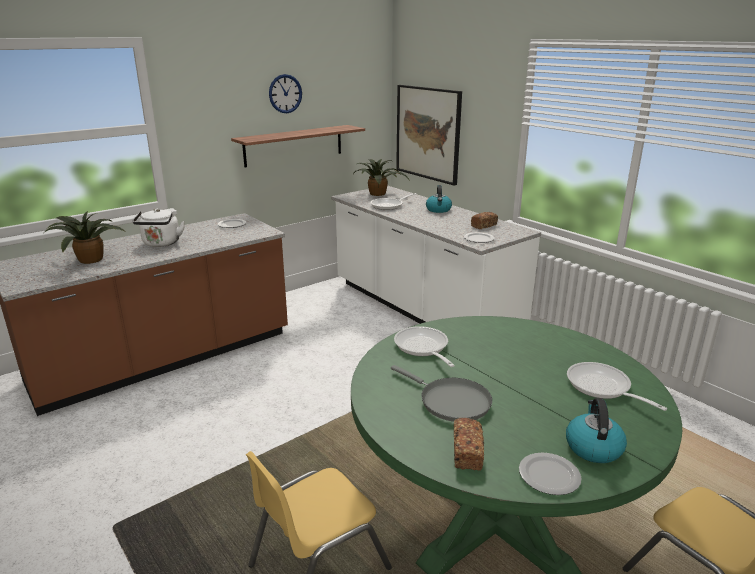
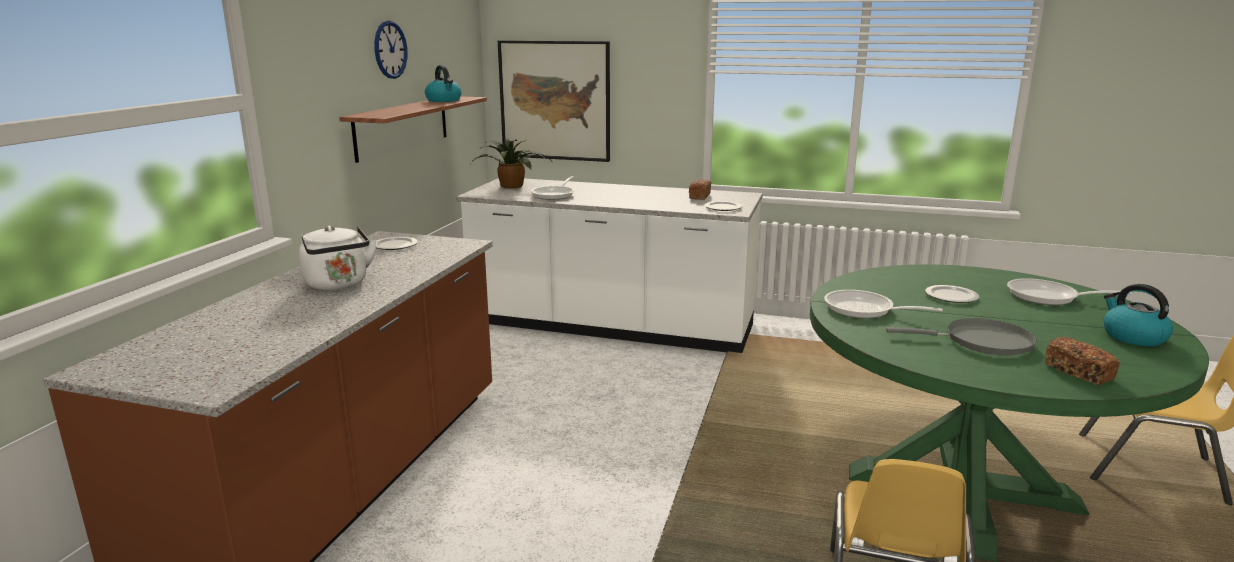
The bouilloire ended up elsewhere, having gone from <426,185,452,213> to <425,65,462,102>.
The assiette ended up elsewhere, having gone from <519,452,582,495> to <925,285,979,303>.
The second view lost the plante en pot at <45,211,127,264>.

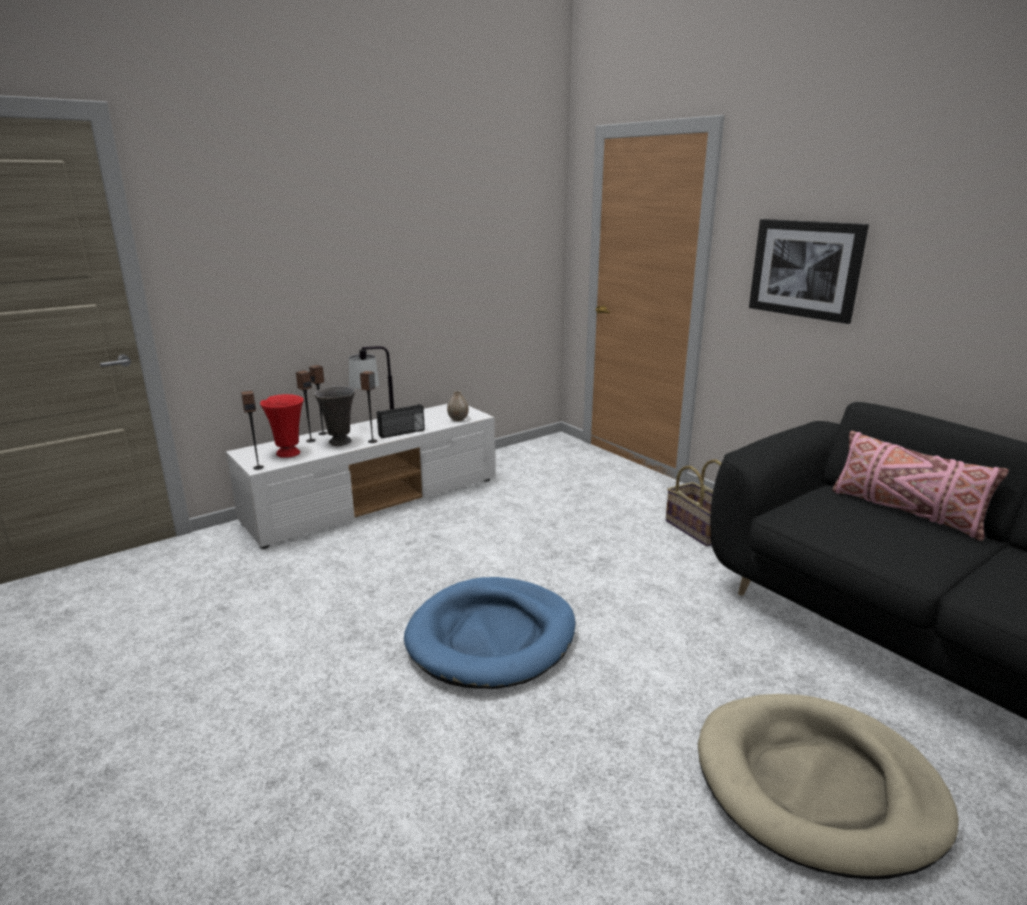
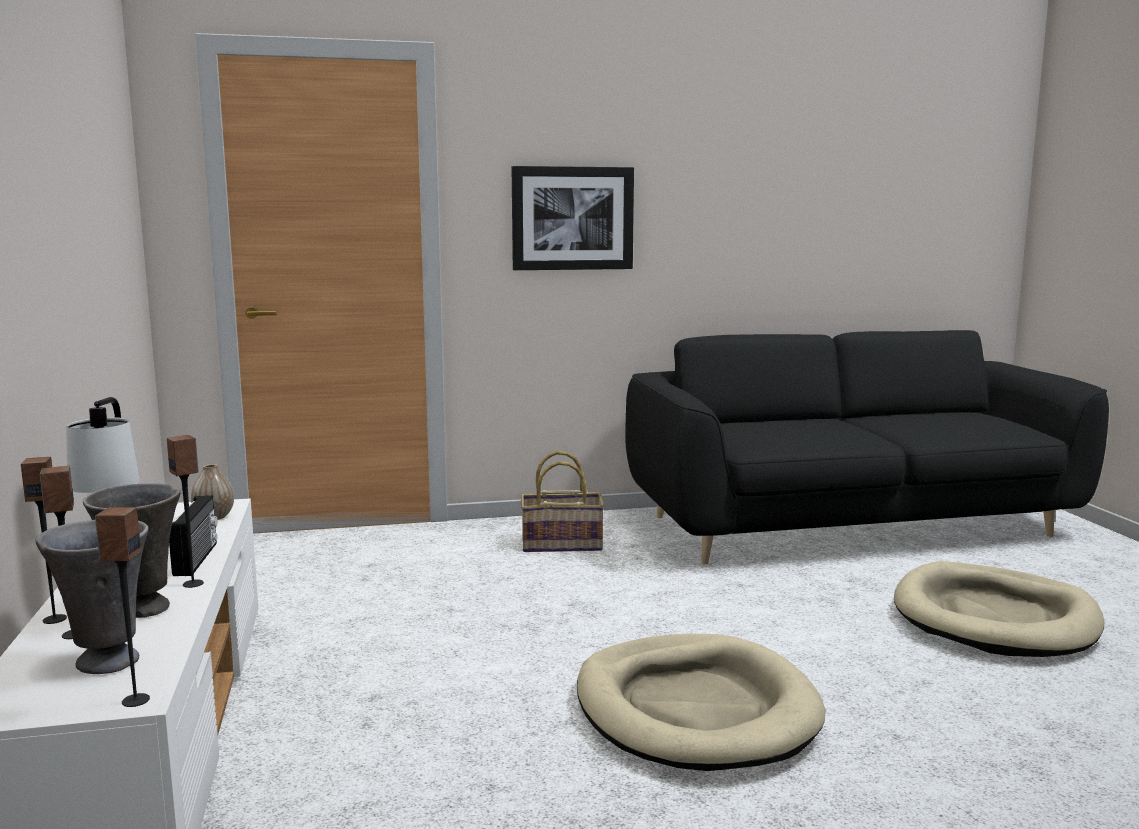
What was the vase/rouge at <260,394,304,458> turned into the vase/gris at <35,520,149,674>.
What was the panier pour chien/bleu at <404,577,576,689> turned into the panier pour chien/beige at <577,634,826,771>.
The second view lost the coussin/rose at <833,431,1009,541>.

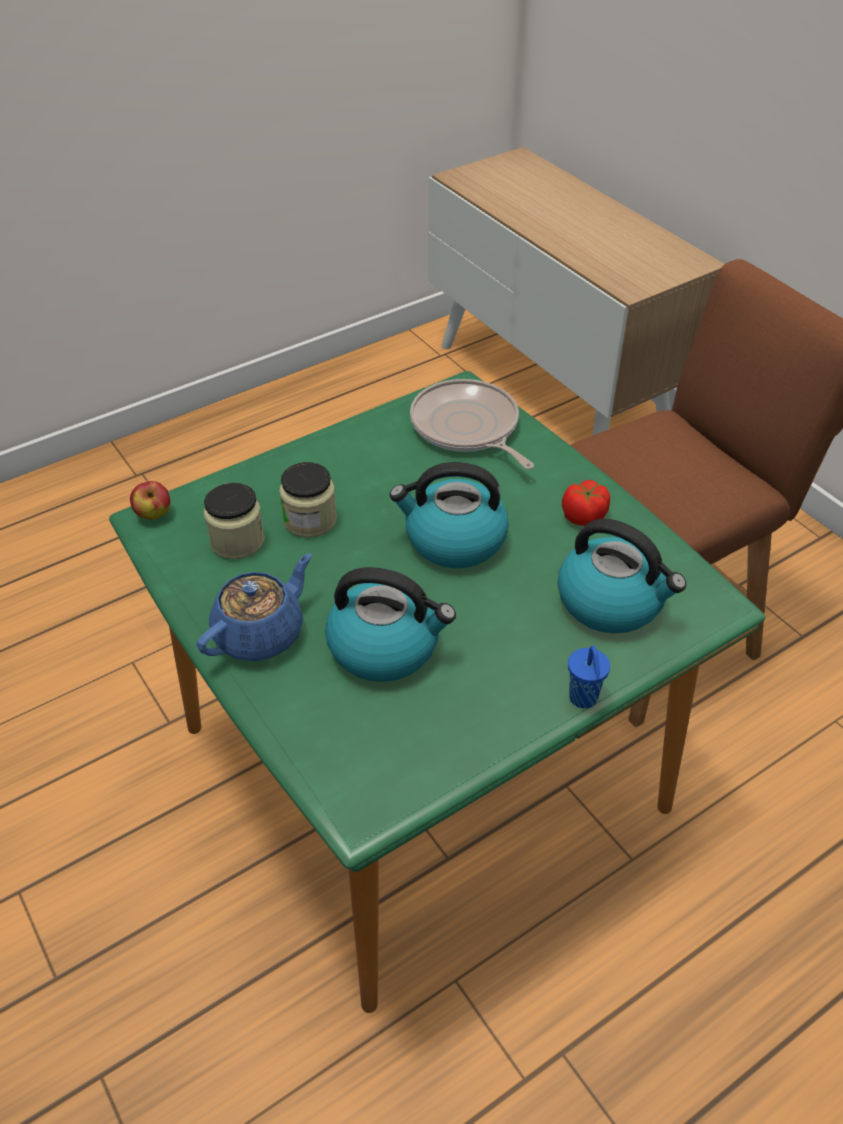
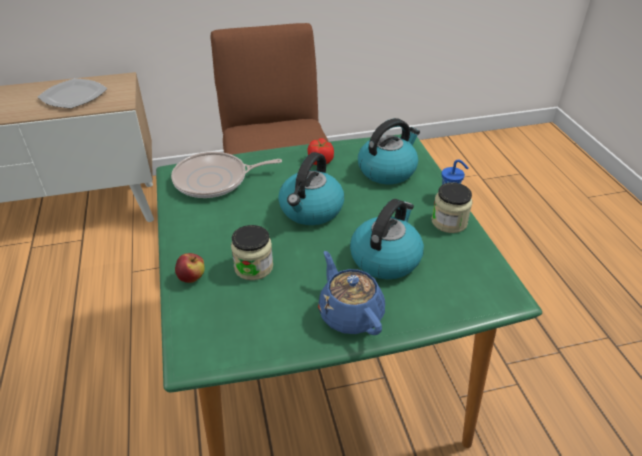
The second view gained the assiette at <38,78,108,109>.
The pomme ended up elsewhere, having gone from <130,481,170,520> to <175,253,205,283>.
The bocal ended up elsewhere, having gone from <204,483,265,559> to <432,182,472,233>.

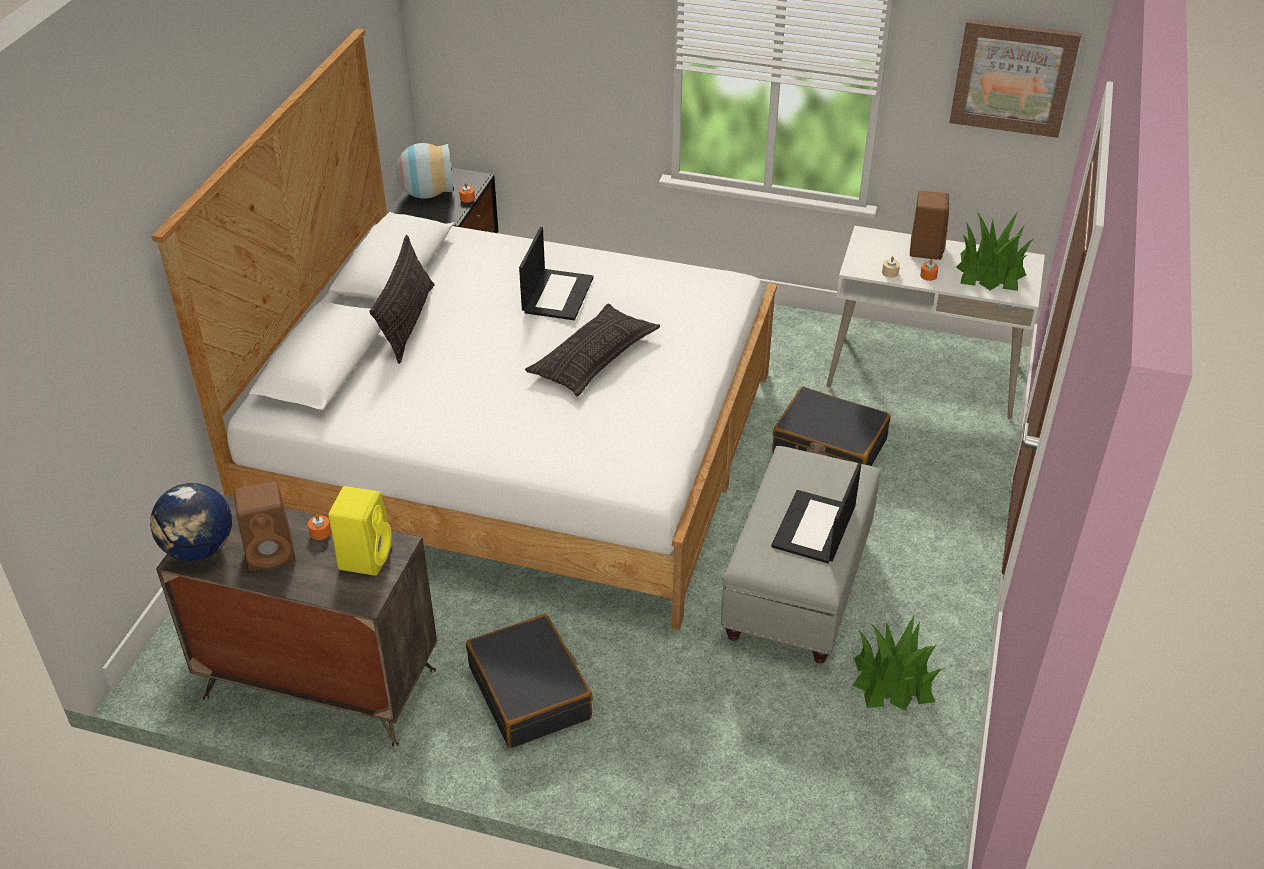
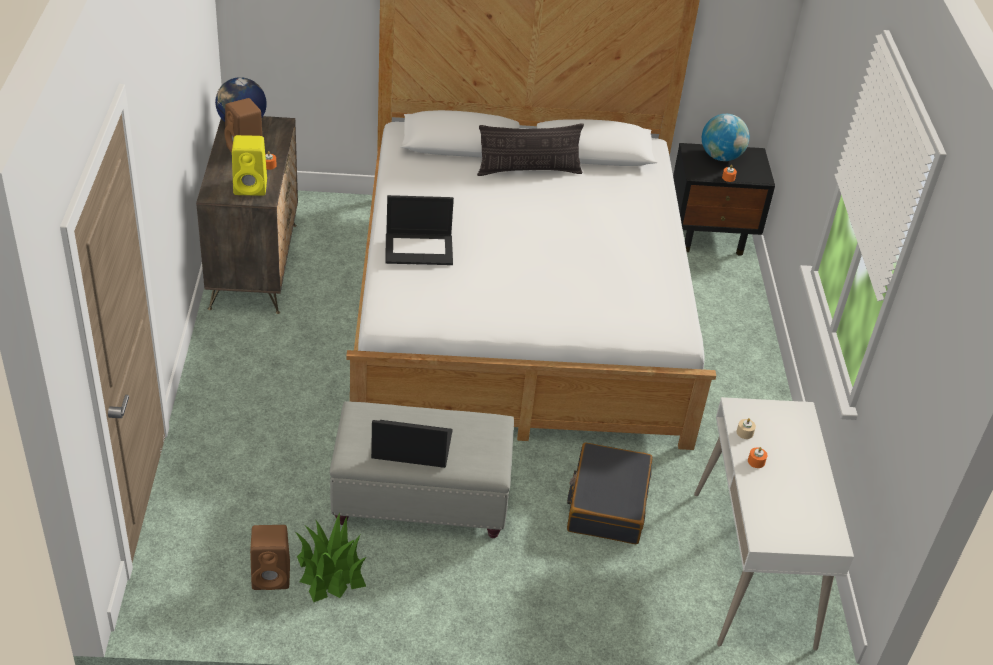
The enceinte/marron ended up elsewhere, having gone from <910,190,950,260> to <250,525,290,590>.
The ordinateur portable ended up elsewhere, having gone from <519,227,594,320> to <385,195,454,265>.
Where the vase stood at <396,143,454,199>, the globe came to stand at <702,114,749,161>.
The second view lost the valise/noir at <466,614,593,748>.
The second view lost the coussin at <525,304,660,397>.
The second view lost the tableau at <949,19,1081,138>.
The second view lost the plante en pot at <956,212,1033,291>.

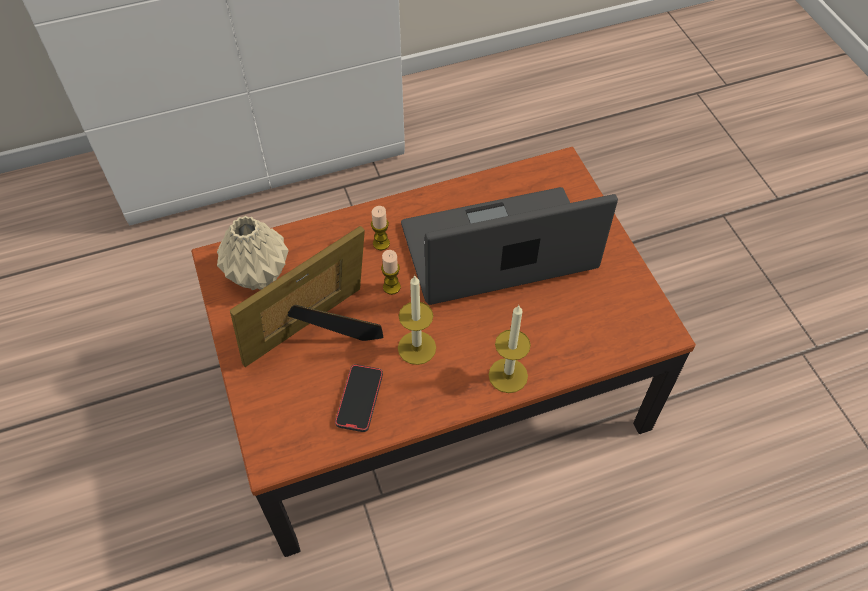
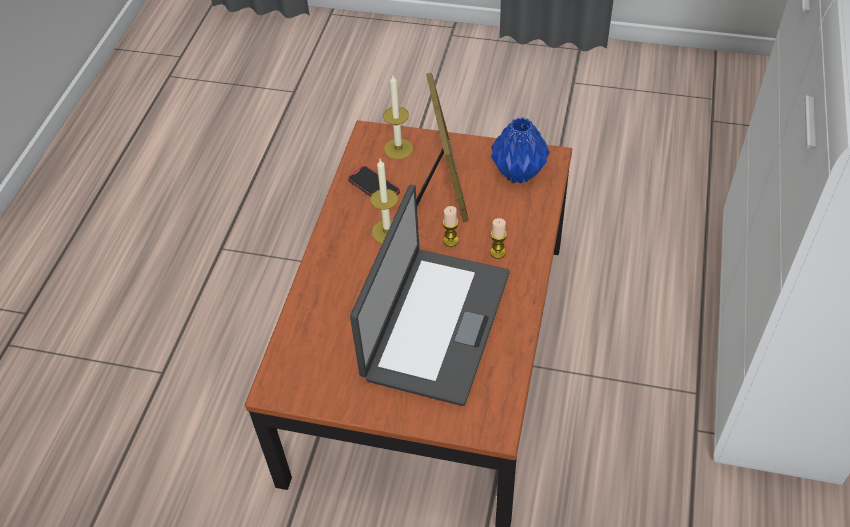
The bougie ended up elsewhere, having gone from <488,305,531,393> to <383,75,413,159>.
What was the vase/beige at <217,216,289,290> turned into the vase/bleu at <491,117,550,184>.

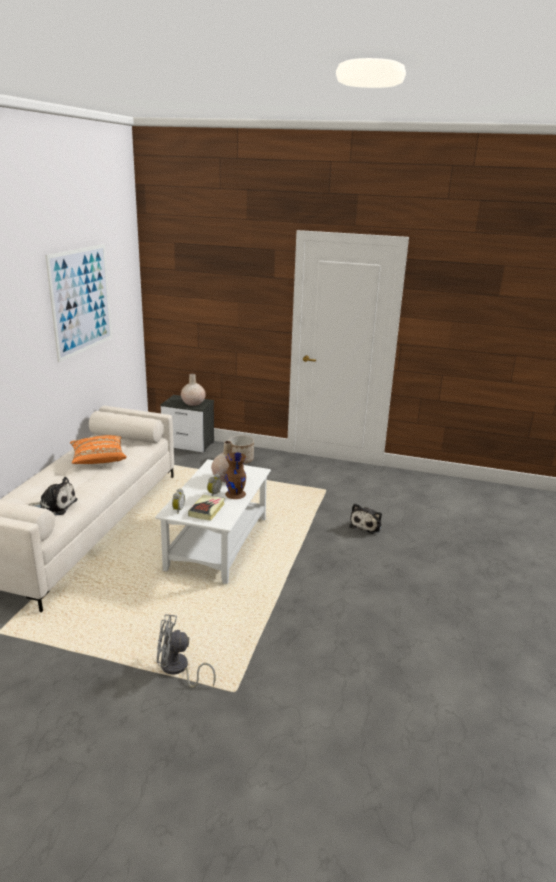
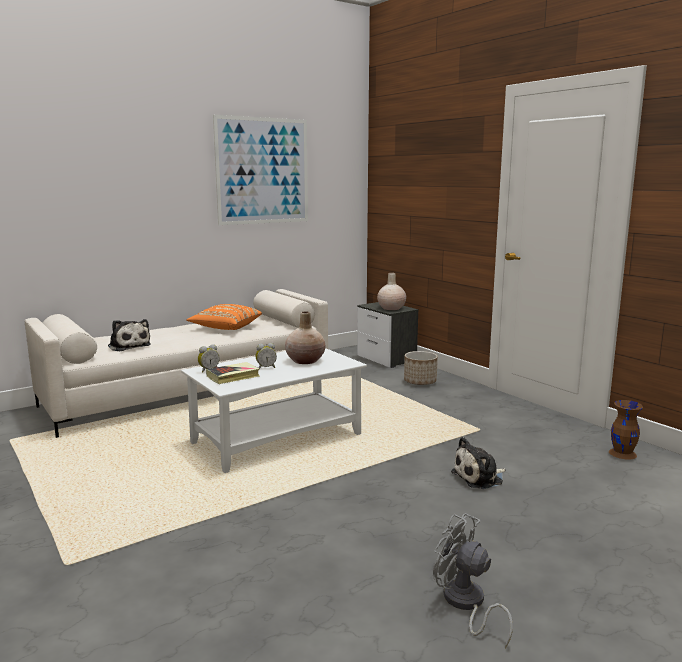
The ventilateur/gris ended up elsewhere, having gone from <157,614,216,688> to <433,513,513,648>.
The vase/marron ended up elsewhere, having gone from <225,452,246,499> to <609,400,643,460>.

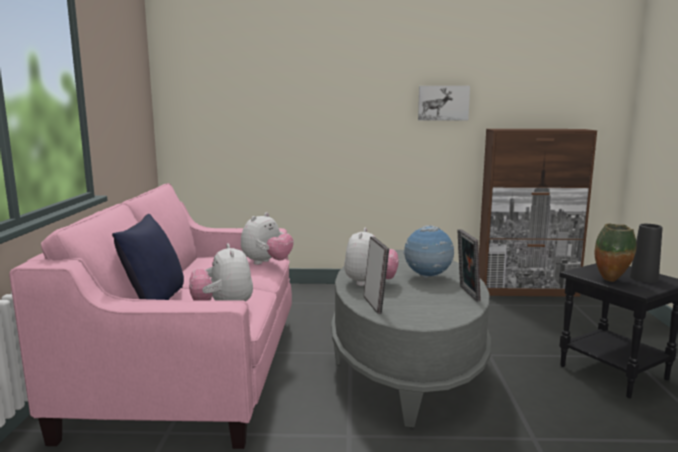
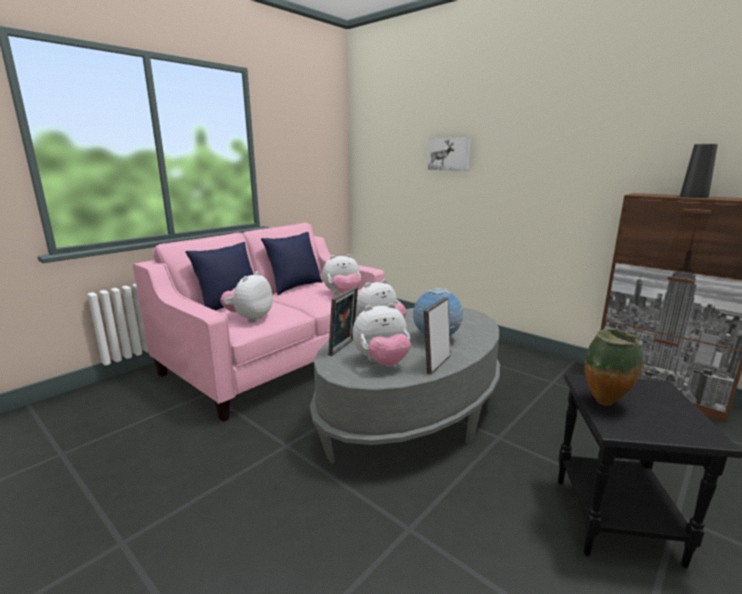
The second view gained the coussin/bleu at <261,232,322,295>.
The second view gained the peluche at <352,303,411,366>.
The tableau ended up elsewhere, having gone from <418,86,470,121> to <428,137,471,171>.
The vase/noir ended up elsewhere, having gone from <630,224,663,283> to <680,144,718,198>.

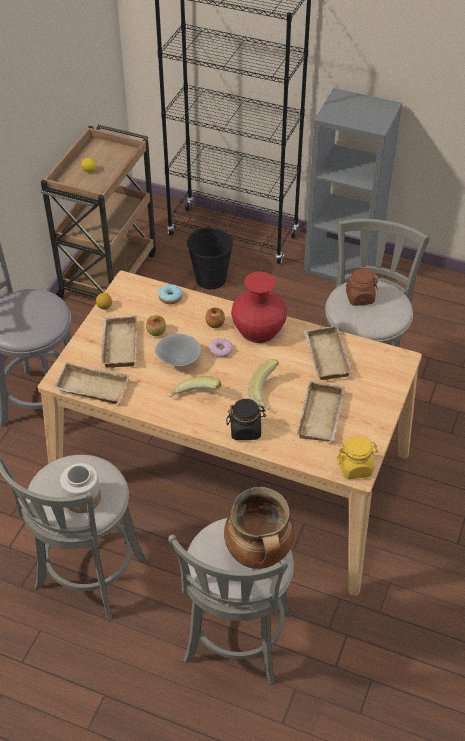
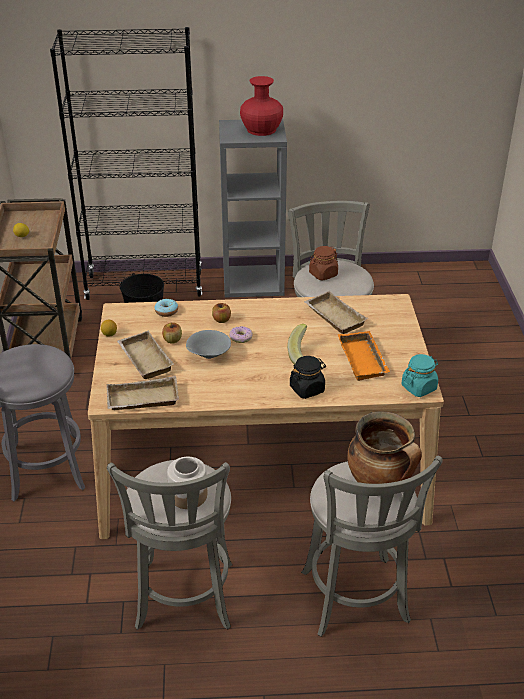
The vase/rouge ended up elsewhere, having gone from <231,272,287,343> to <240,76,283,136>.
What was the plateau/beige at <297,380,345,442> turned into the plateau/orange at <338,331,390,381>.
What was the bocal/jaune at <337,436,379,479> turned into the bocal/turquoise at <402,354,438,397>.
The second view lost the banane at <168,376,221,397>.

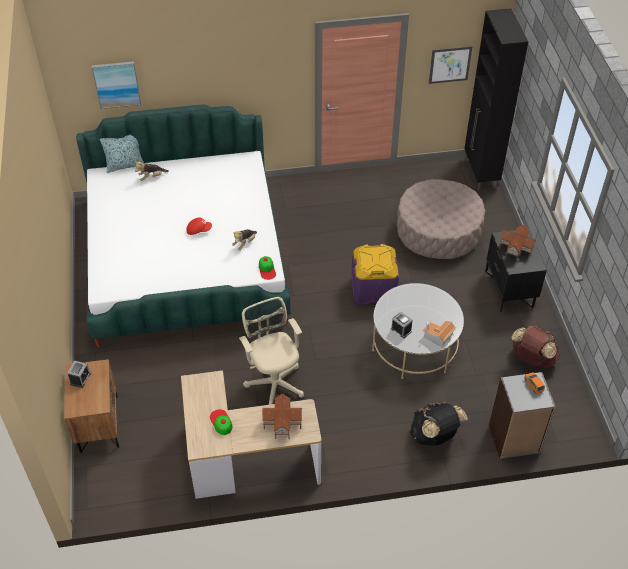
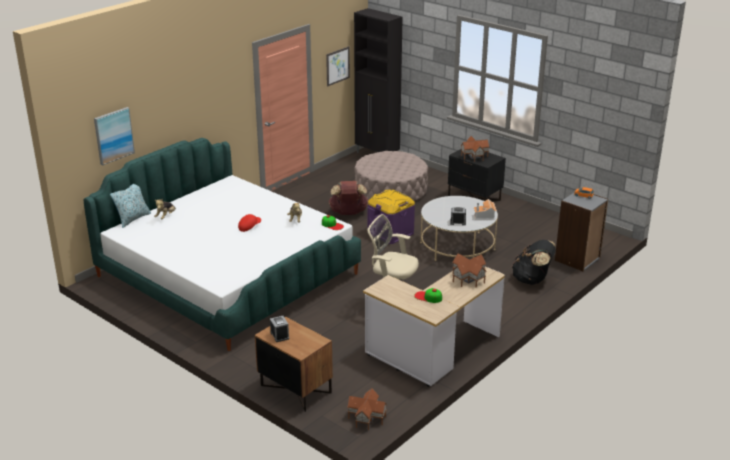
The sac à dos/marron ended up elsewhere, having gone from <511,326,560,368> to <329,181,368,215>.
The second view gained the maison miniature at <348,388,387,430>.

